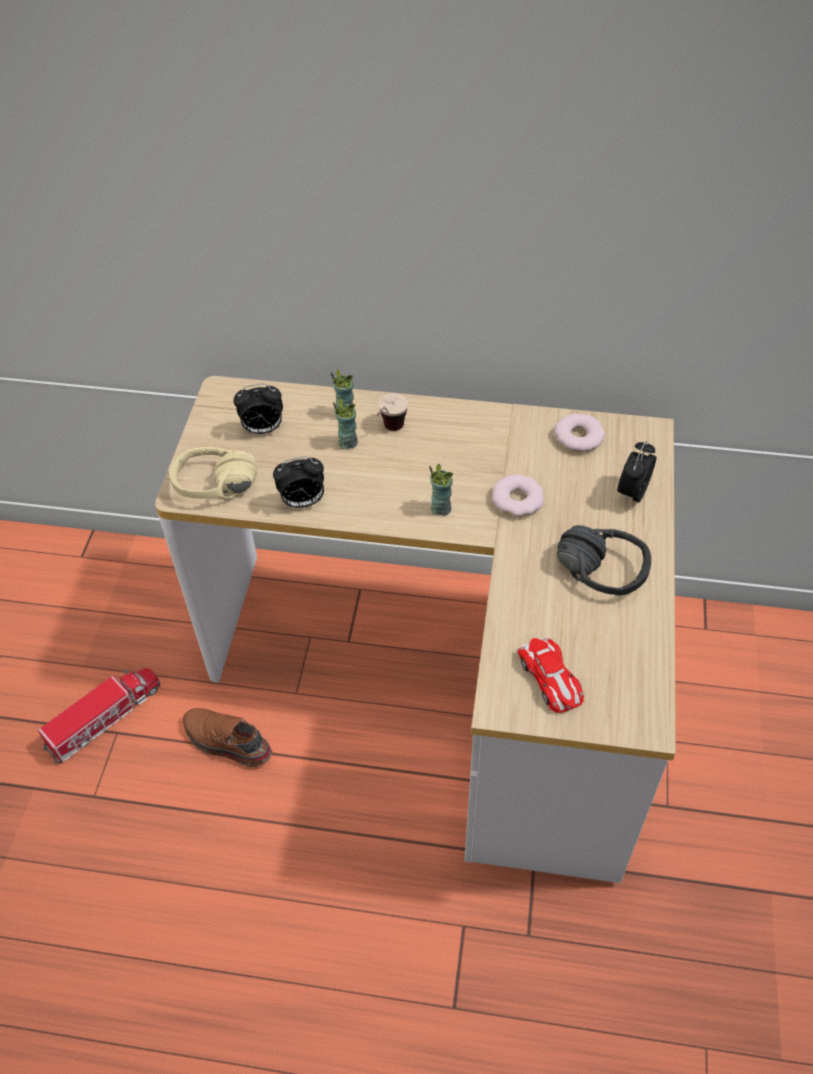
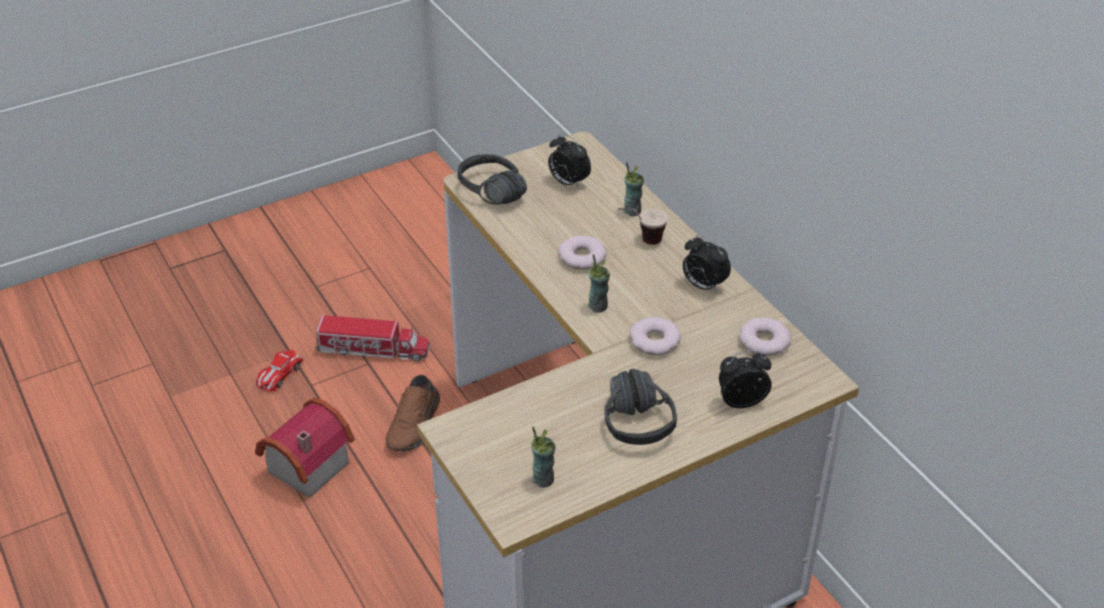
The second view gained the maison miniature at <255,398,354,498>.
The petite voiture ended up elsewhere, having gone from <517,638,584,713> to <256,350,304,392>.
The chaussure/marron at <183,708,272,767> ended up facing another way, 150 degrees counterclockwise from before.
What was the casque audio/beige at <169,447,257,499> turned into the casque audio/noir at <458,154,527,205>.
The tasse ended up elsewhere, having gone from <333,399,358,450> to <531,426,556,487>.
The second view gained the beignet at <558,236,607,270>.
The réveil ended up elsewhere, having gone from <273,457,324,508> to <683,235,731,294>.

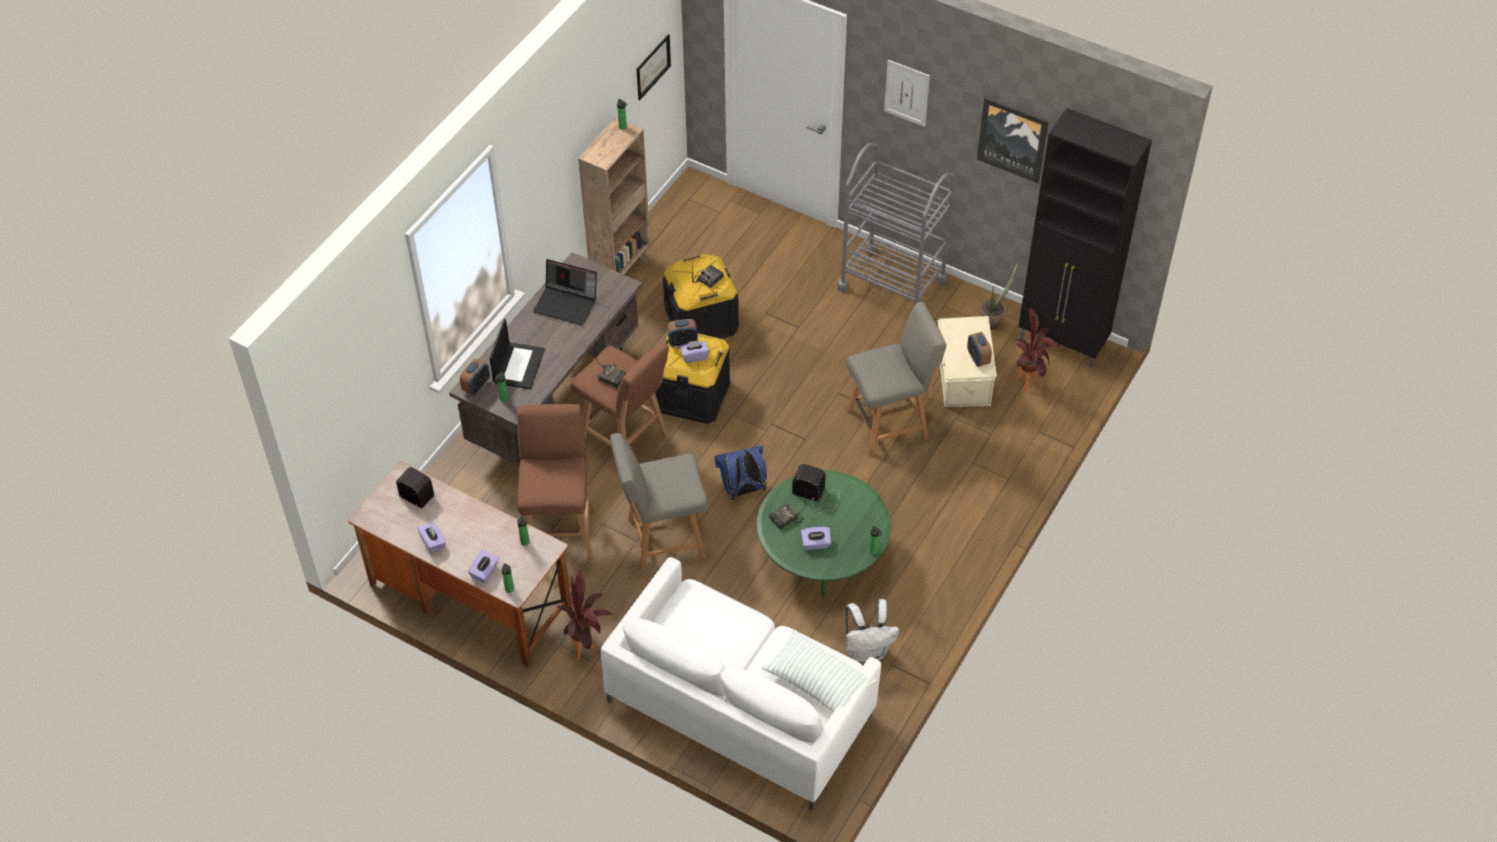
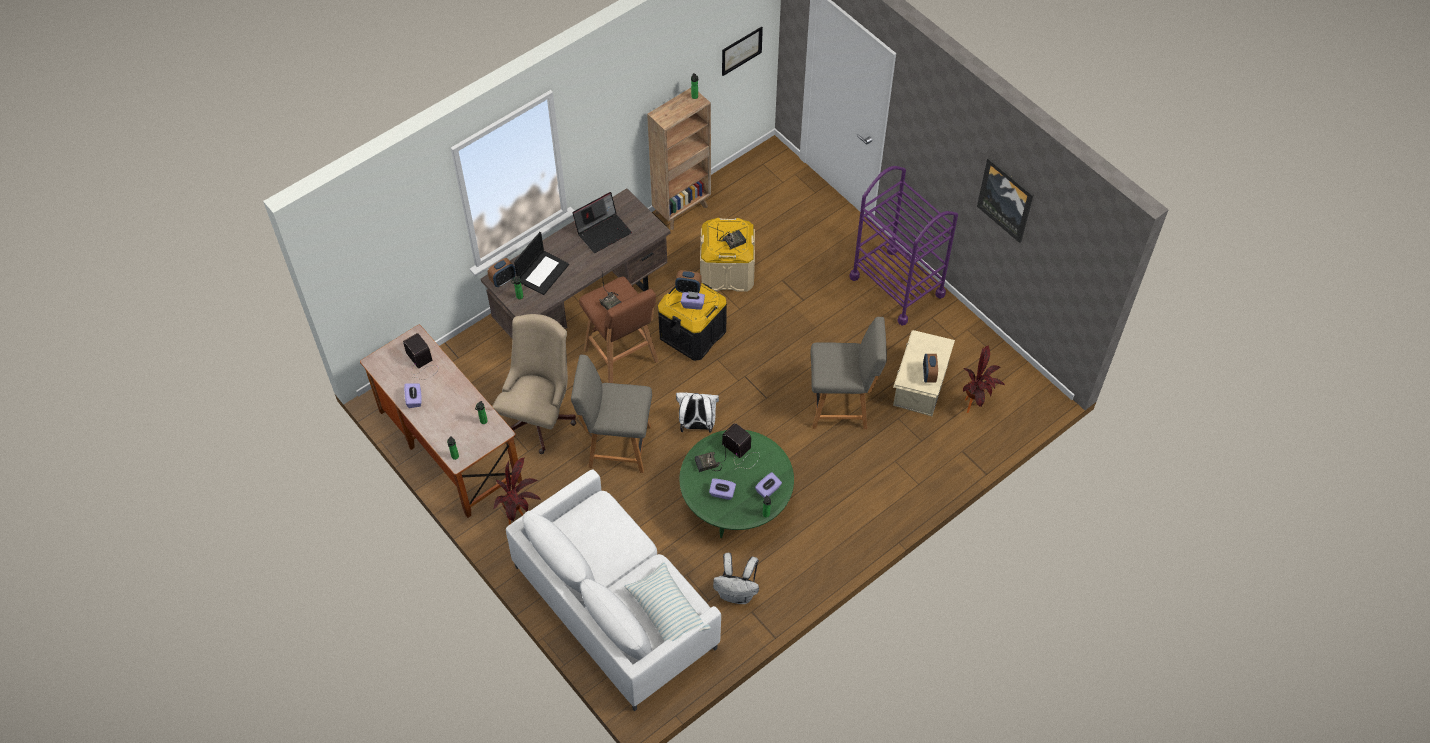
Where the tabouret/marron stood at <517,404,596,563>, the chaise de bureau/beige came to stand at <492,314,576,454>.
The ordinateur portable at <533,259,597,325> ended up facing another way, 75 degrees counterclockwise from before.
What was the sac à dos/bleu at <714,445,767,500> turned into the sac à dos/blanc at <676,393,719,433>.
What was the boîte de rangement/noir at <663,254,739,338> turned into the boîte de rangement/beige at <700,218,755,292>.
The boîte à mouchoirs/violet ended up elsewhere, having gone from <468,550,499,583> to <755,472,782,498>.
What was the chariot/gris at <837,143,955,305> turned into the chariot/violet at <849,166,958,326>.
The second view lost the tableau at <884,60,930,127>.
The second view lost the plante en pot at <980,263,1018,329>.
The second view lost the meuble de rangement/noir at <1018,108,1152,368>.

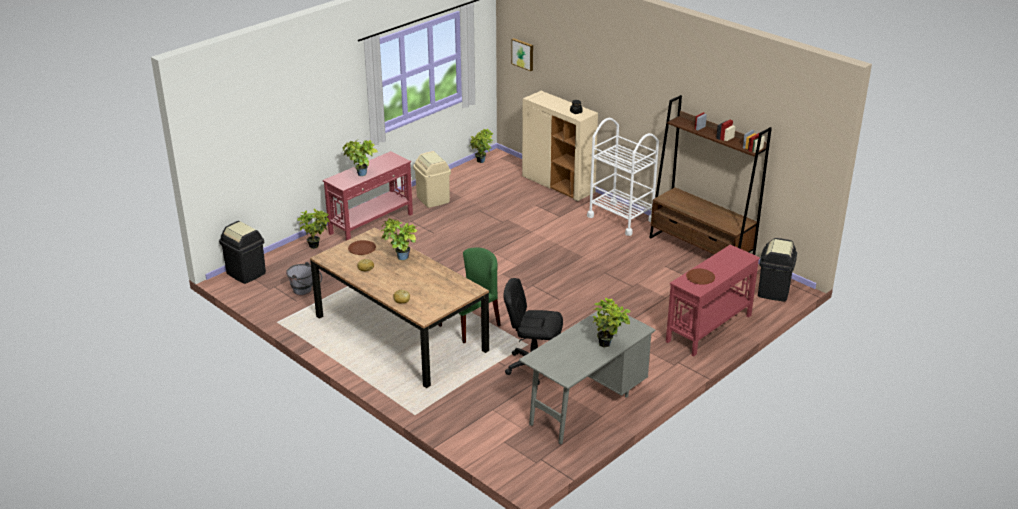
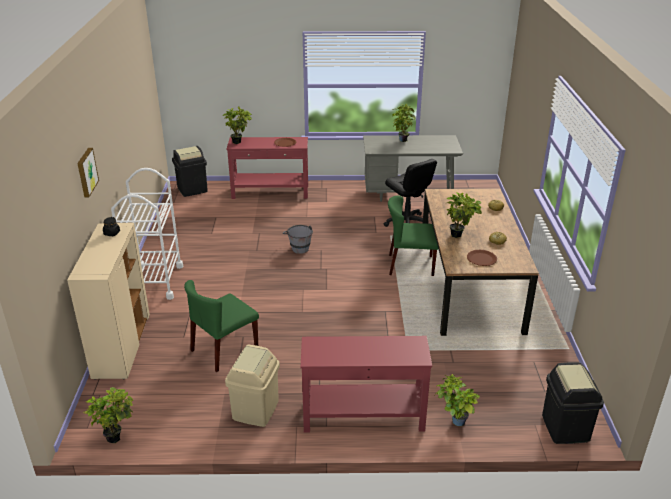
The tableau ended up elsewhere, having gone from <511,38,533,71> to <77,148,99,197>.
The second view gained the chaise/vert at <184,280,259,372>.
The plante en pot ended up elsewhere, having gone from <343,140,378,176> to <223,106,252,144>.
The seau/gris ended up elsewhere, having gone from <286,262,322,295> to <283,225,313,254>.
The second view lost the bibliothèque/marron at <649,95,772,255>.

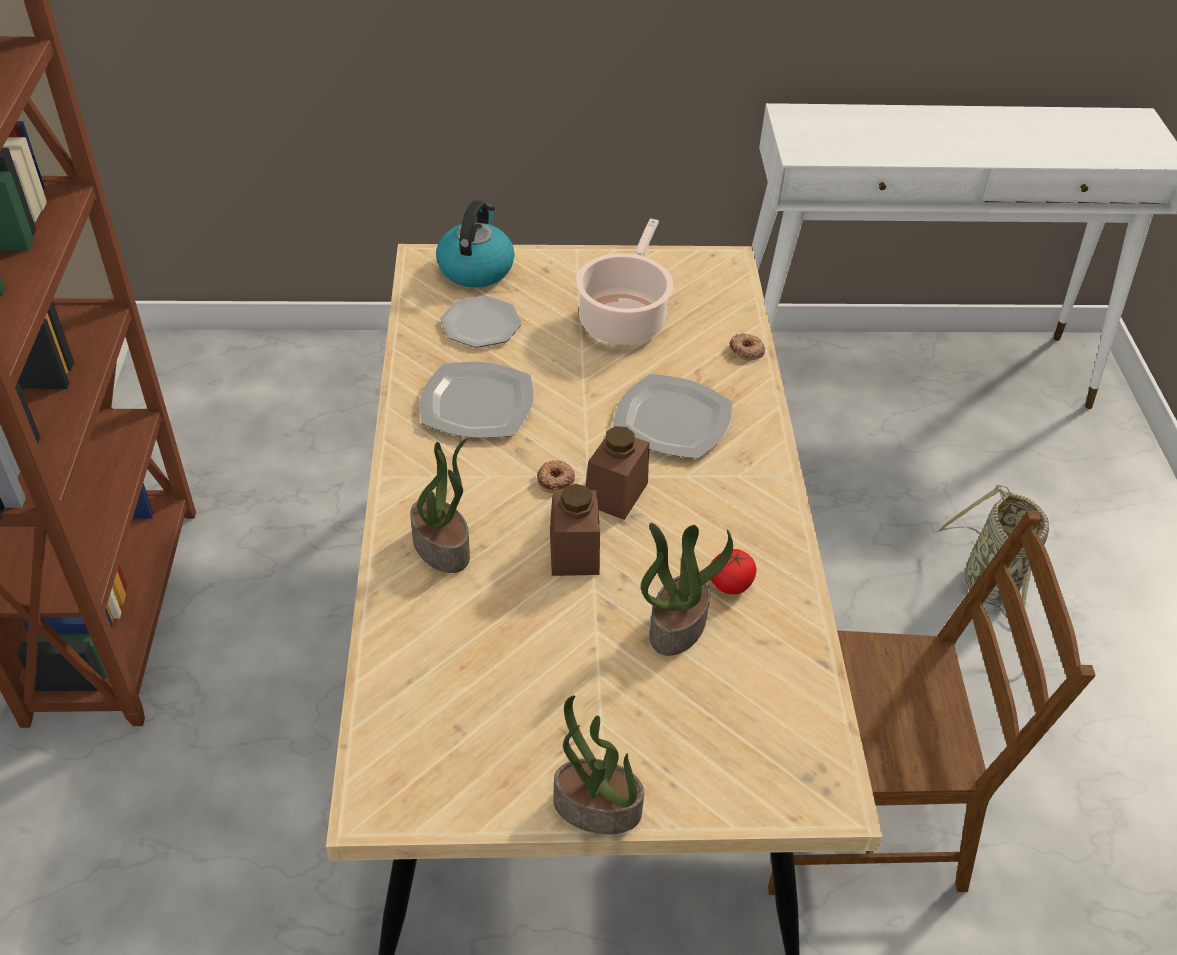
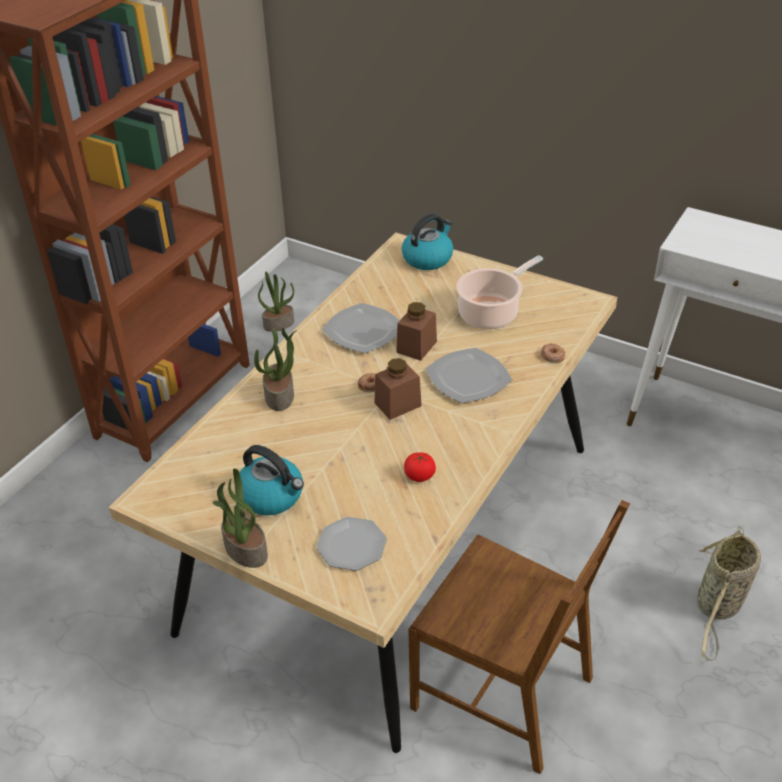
The second view gained the bouilloire at <240,445,304,515>.
The plante en pot ended up elsewhere, having gone from <641,523,733,656> to <258,271,294,332>.
The assiette ended up elsewhere, having gone from <440,295,522,348> to <316,517,387,571>.
The bocal/marron ended up elsewhere, having gone from <550,484,600,576> to <396,302,437,361>.

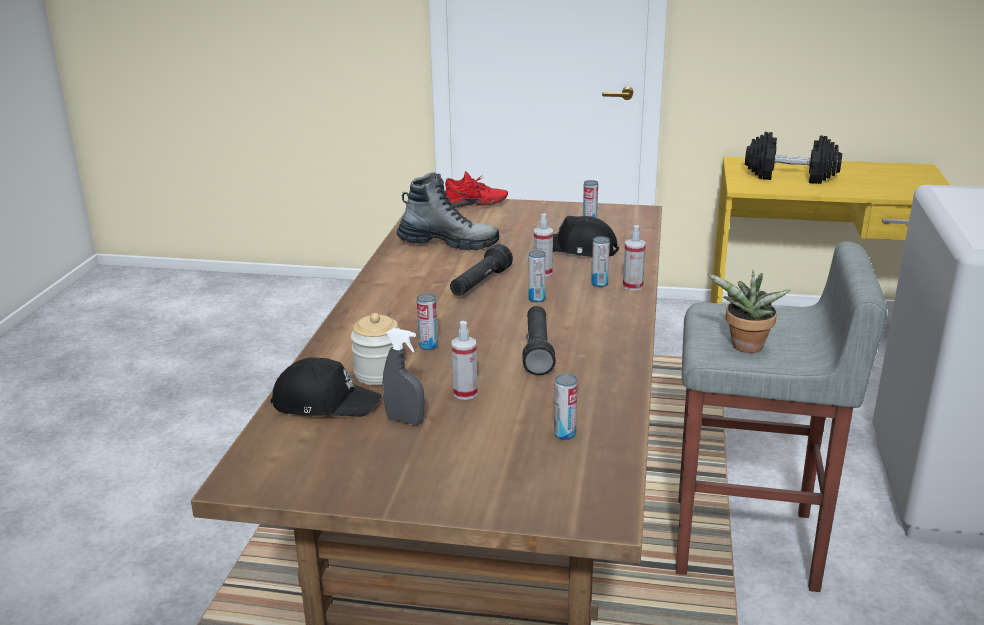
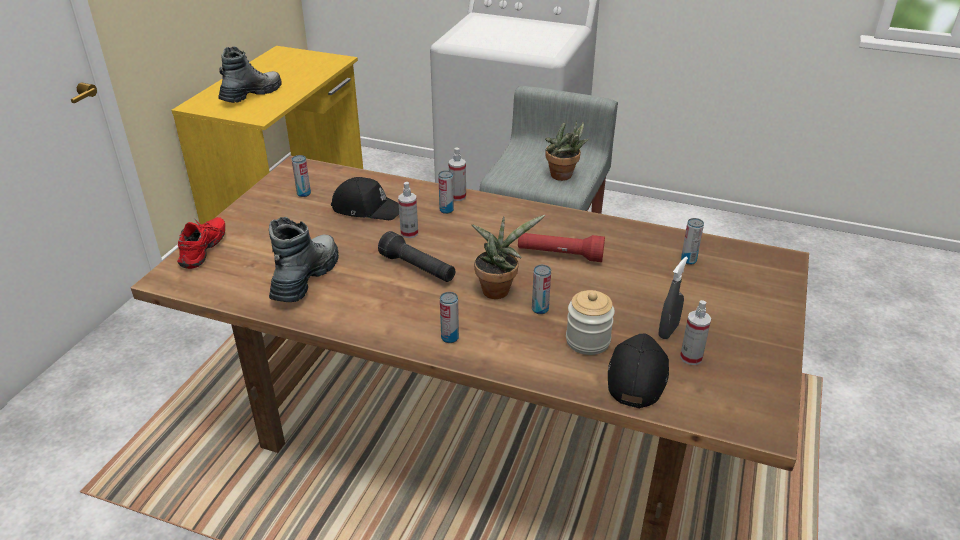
Where the haltère/noir stood at <745,132,842,184>, the botte came to stand at <218,46,282,103>.
The casquette/noir at <553,216,619,257> ended up facing another way, 105 degrees counterclockwise from before.
The boîte métallique ended up elsewhere, having gone from <528,250,546,303> to <440,292,459,343>.
The second view gained the plante en pot at <472,215,545,299>.
What was the lampe de poche/noir at <523,306,556,375> turned into the lampe de poche/rouge at <518,233,605,262>.
The vaporisateur ended up elsewhere, having gone from <452,321,477,400> to <680,300,711,365>.

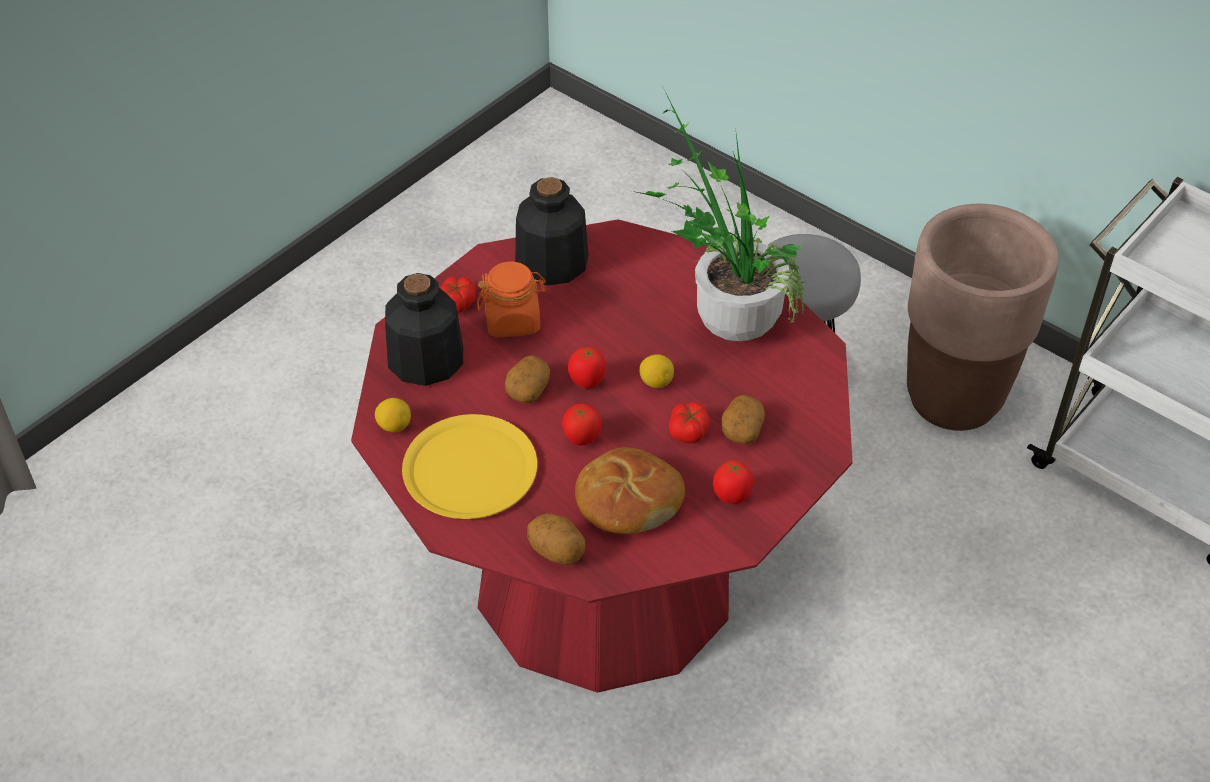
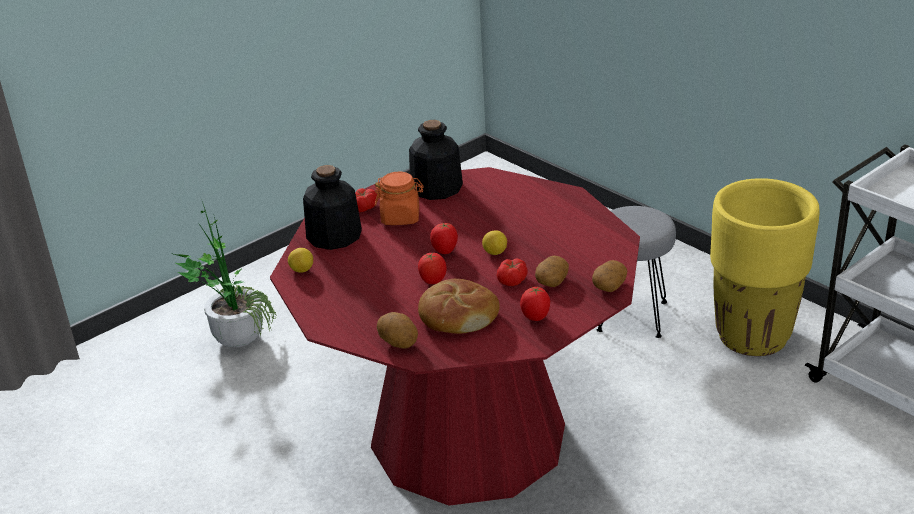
The plante en pot ended up elsewhere, having gone from <632,94,805,341> to <170,201,277,347>.
The pomme de terre ended up elsewhere, having gone from <505,355,550,403> to <592,260,627,292>.
What was the cache-pot/marron at <907,204,1059,431> turned into the cache-pot/jaune at <710,178,820,356>.
The second view lost the assiette/jaune at <402,414,538,519>.

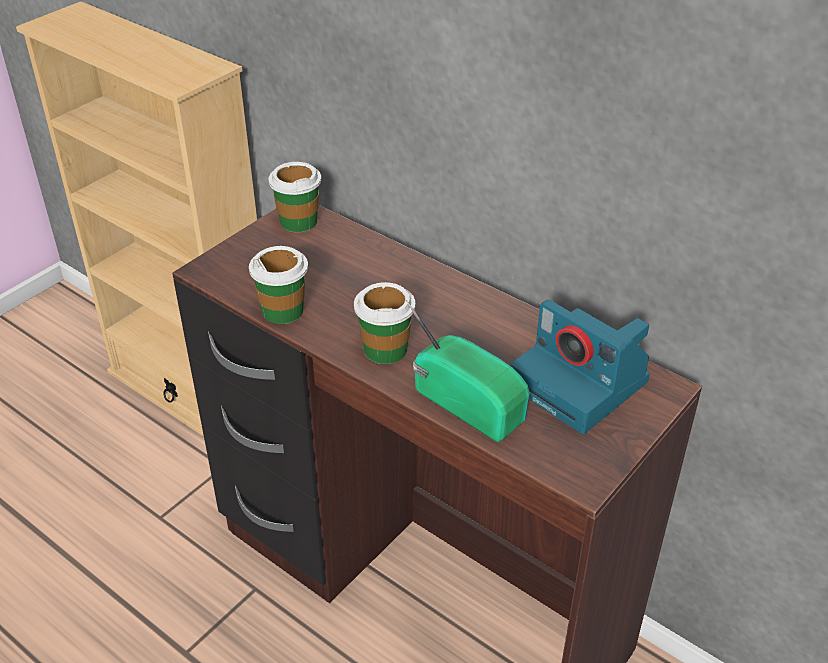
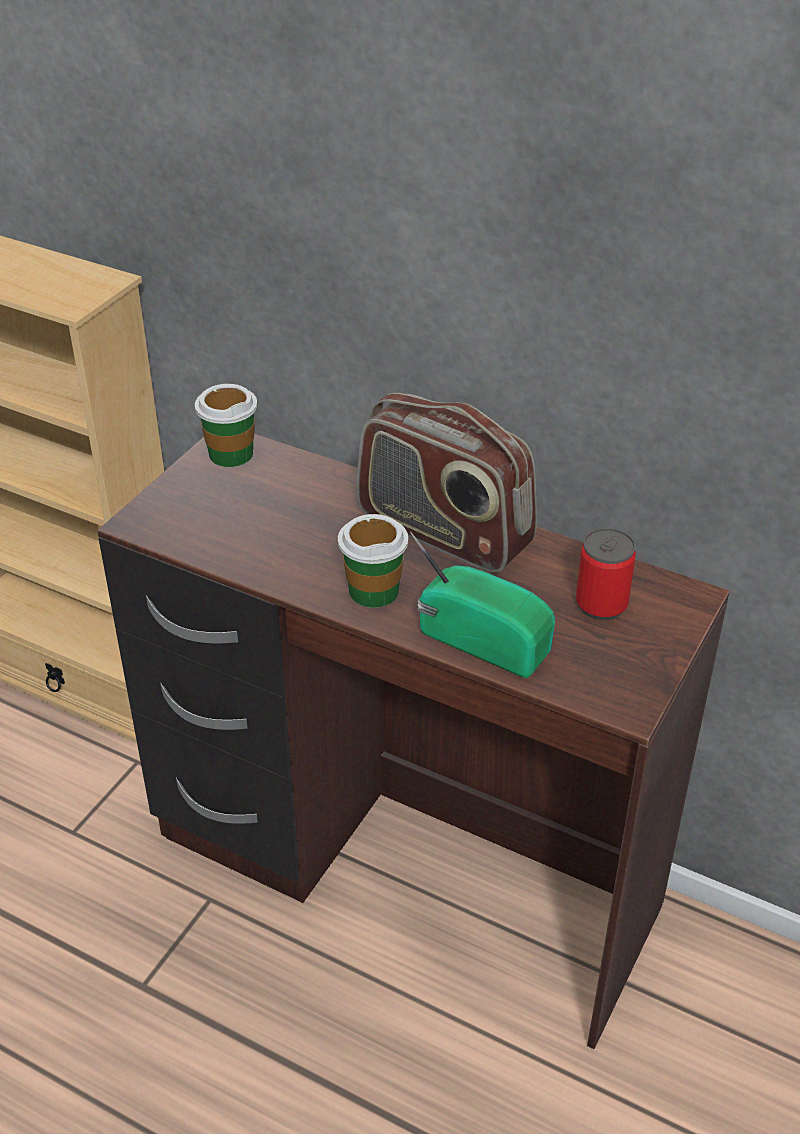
The second view gained the radio at <356,393,537,573>.
Where the appareil photo stood at <510,299,650,434>, the boîte métallique came to stand at <576,528,636,620>.
The second view lost the tasse at <249,246,308,324>.

